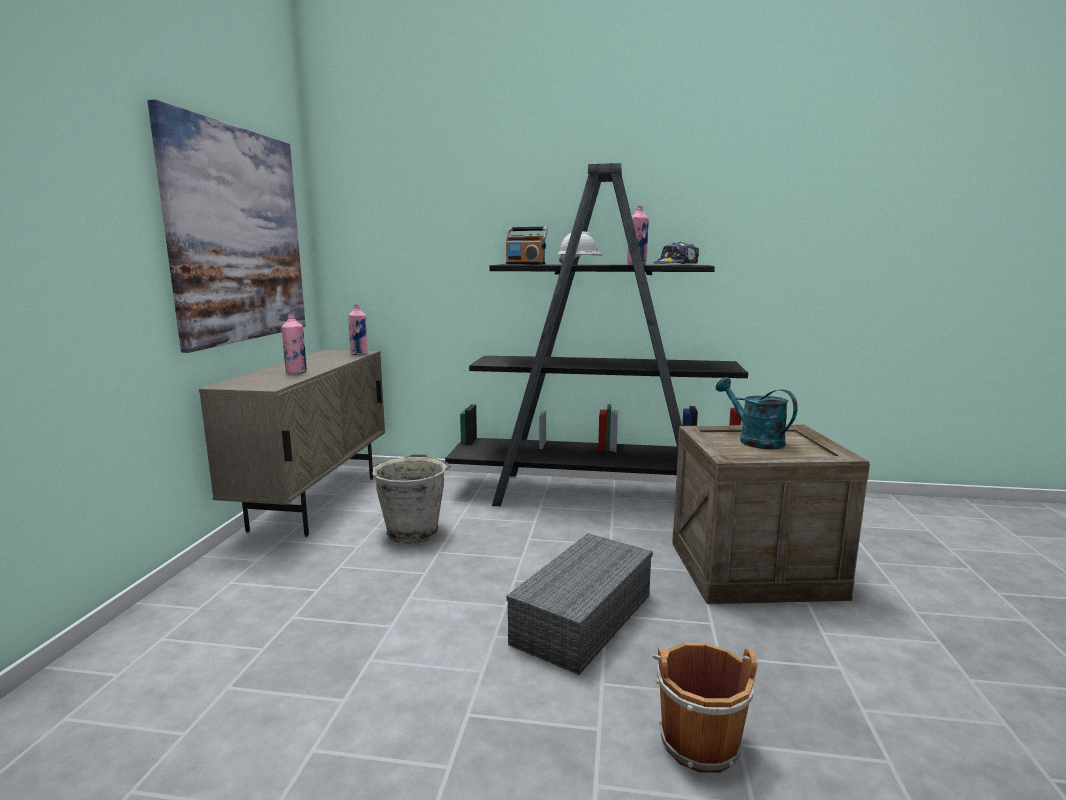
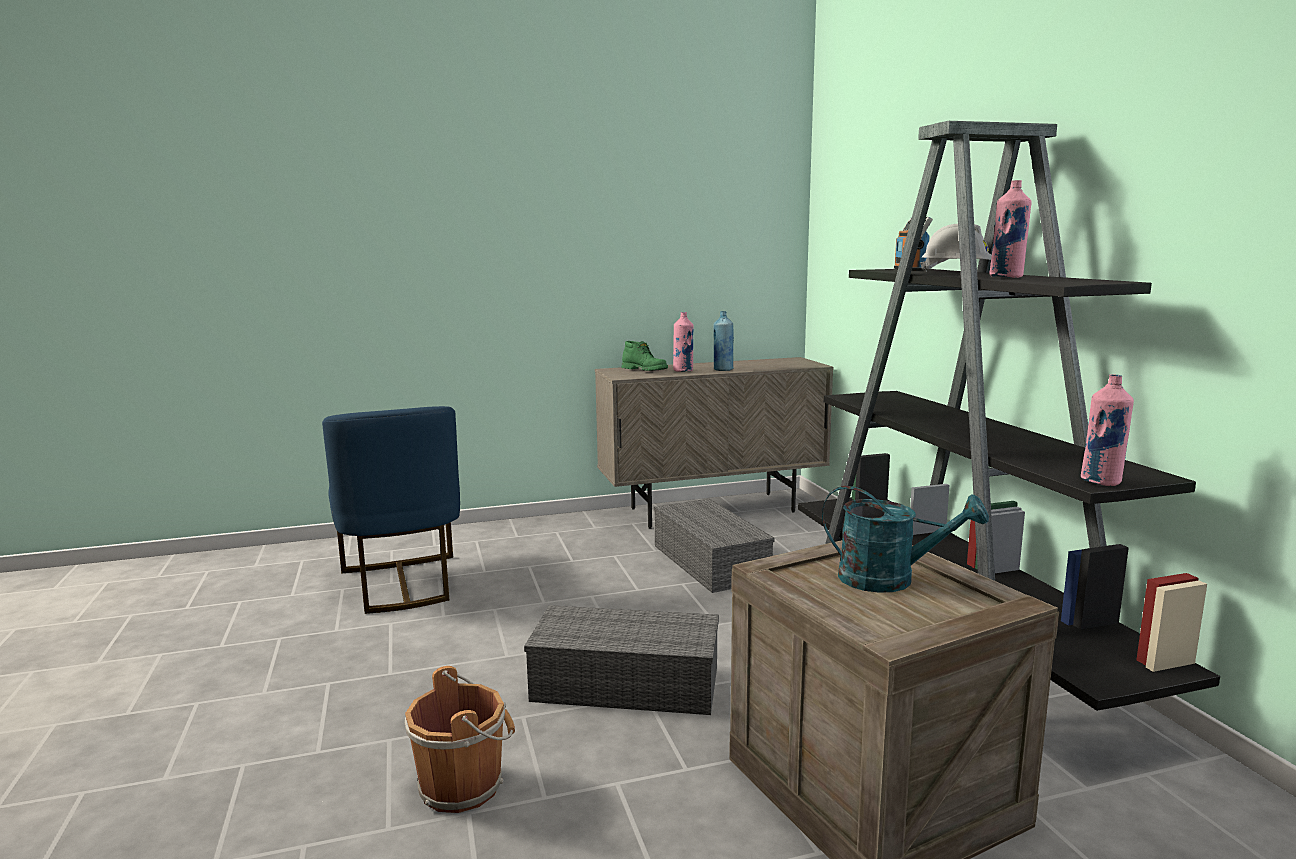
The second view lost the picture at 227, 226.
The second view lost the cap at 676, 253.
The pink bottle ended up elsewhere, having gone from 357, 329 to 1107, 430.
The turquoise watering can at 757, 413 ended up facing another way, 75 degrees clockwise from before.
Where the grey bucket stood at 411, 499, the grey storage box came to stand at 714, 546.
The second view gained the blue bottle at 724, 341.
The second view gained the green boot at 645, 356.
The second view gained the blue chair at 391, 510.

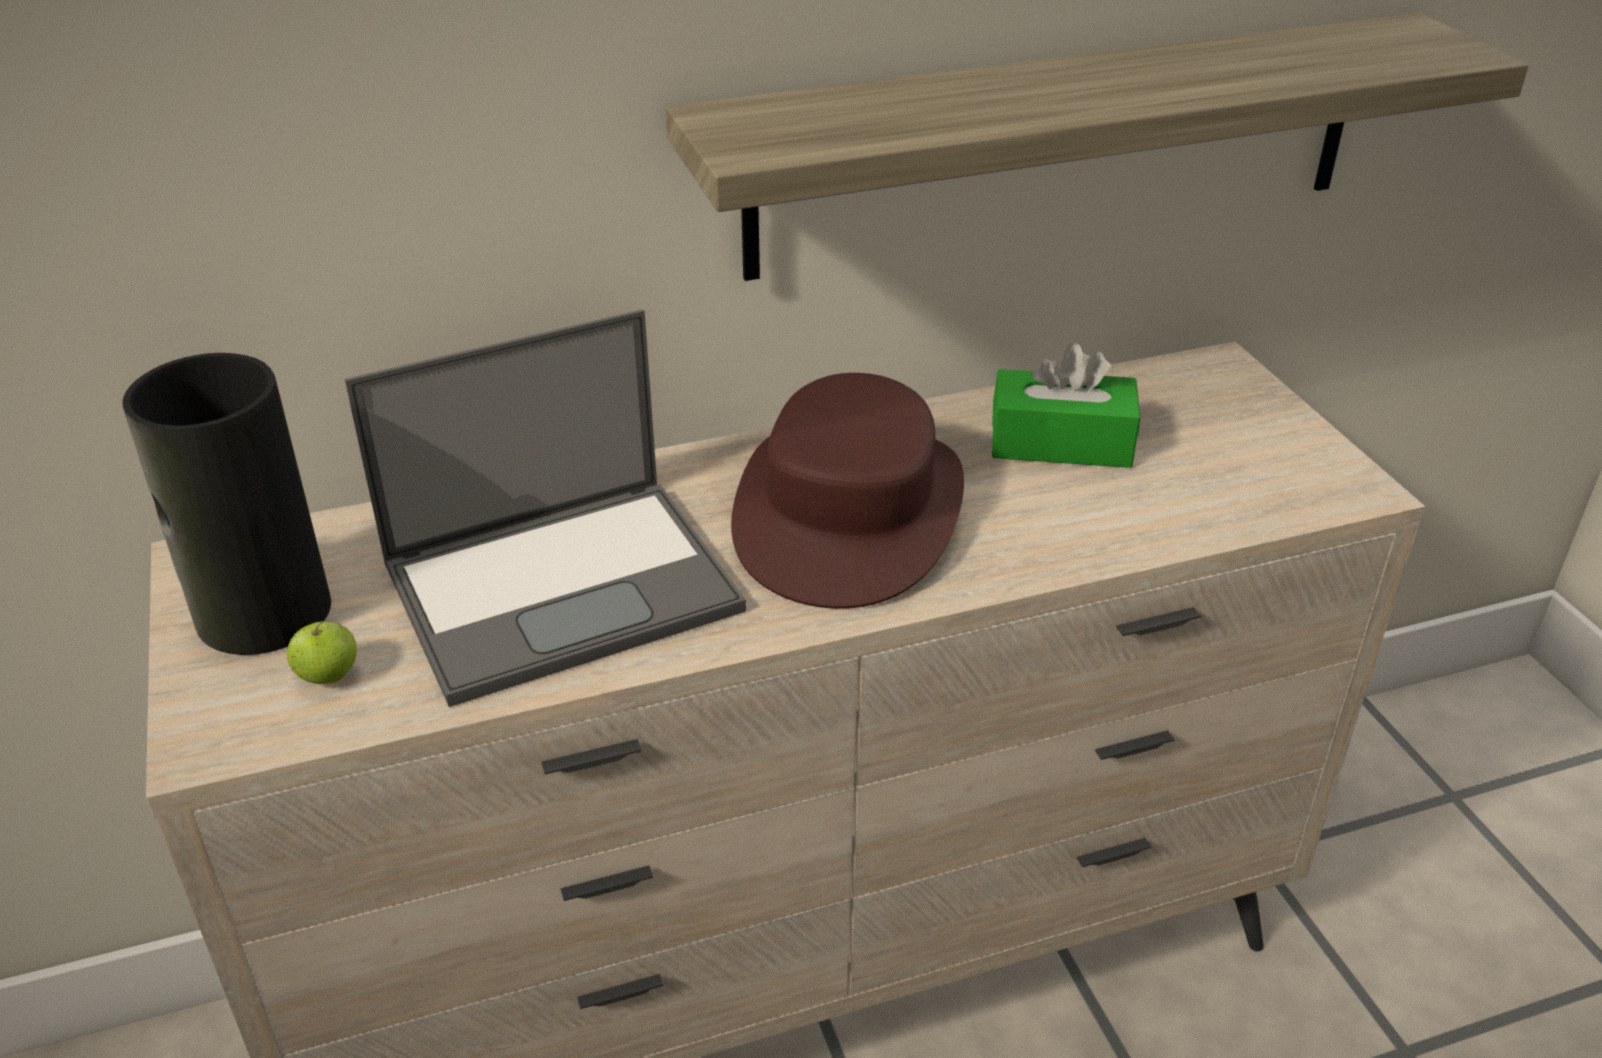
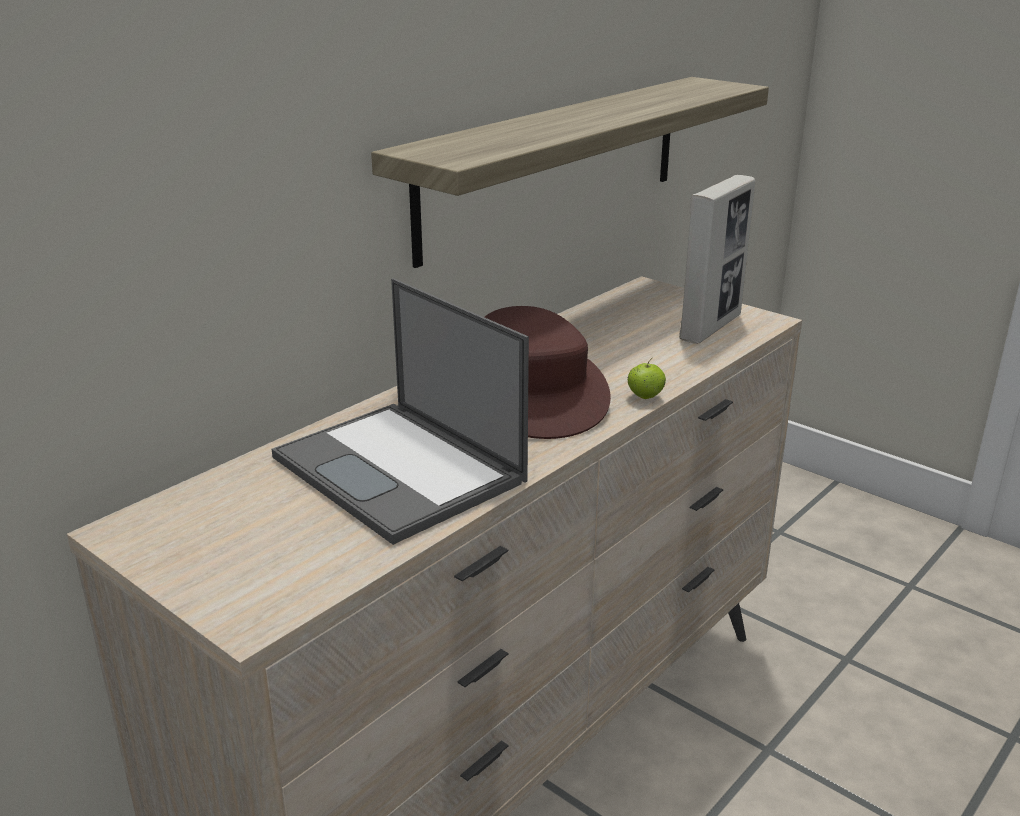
The laptop at 545, 508 ended up facing another way, 105 degrees clockwise from before.
The second view lost the green tissue box at 1066, 405.
The second view lost the vase at 226, 504.
The apple ended up elsewhere, having gone from 322, 652 to 646, 378.
The second view gained the picture frame at 717, 259.

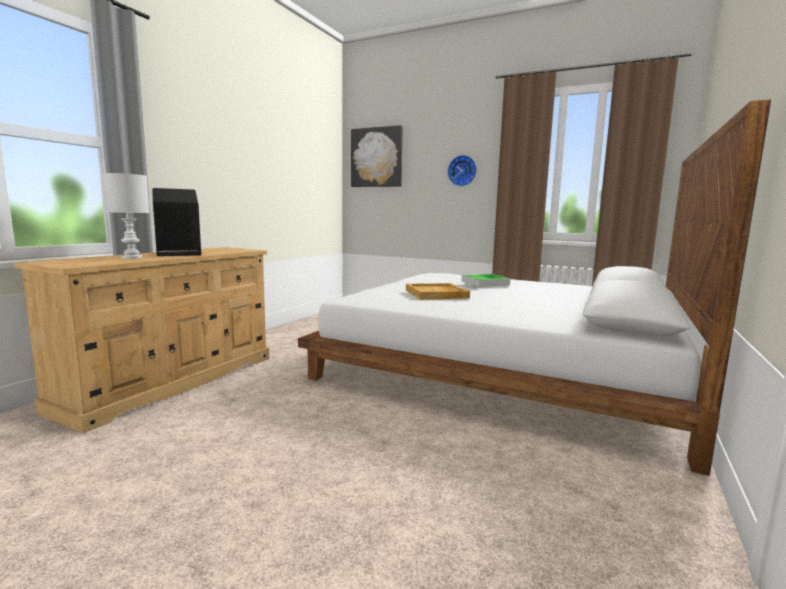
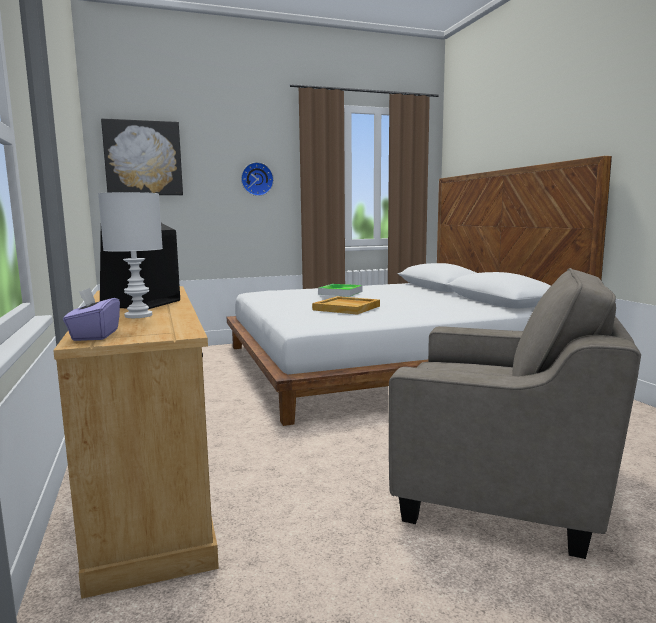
The second view gained the grey armchair at 515, 413.
The second view gained the purple tissue box at 91, 314.

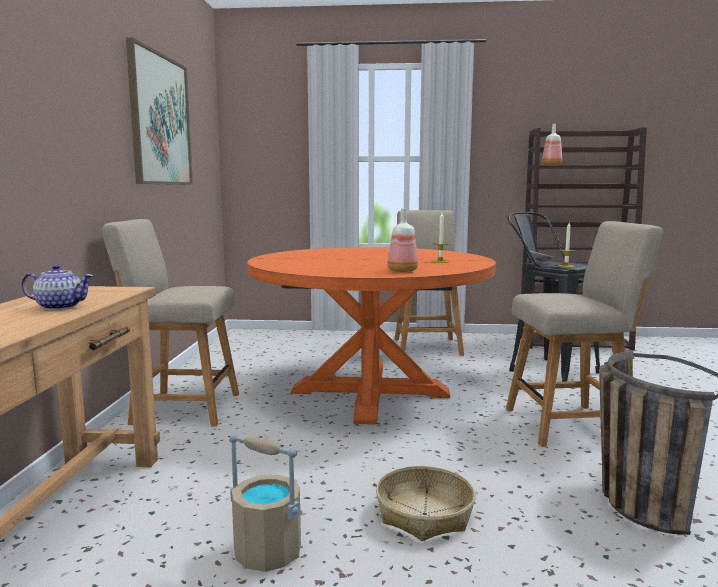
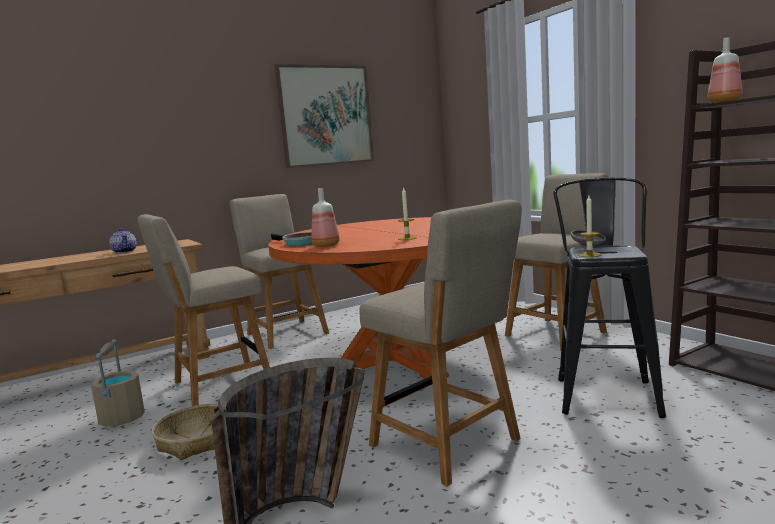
The second view gained the beige chair at 204, 310.
The second view gained the frying pan at 291, 239.

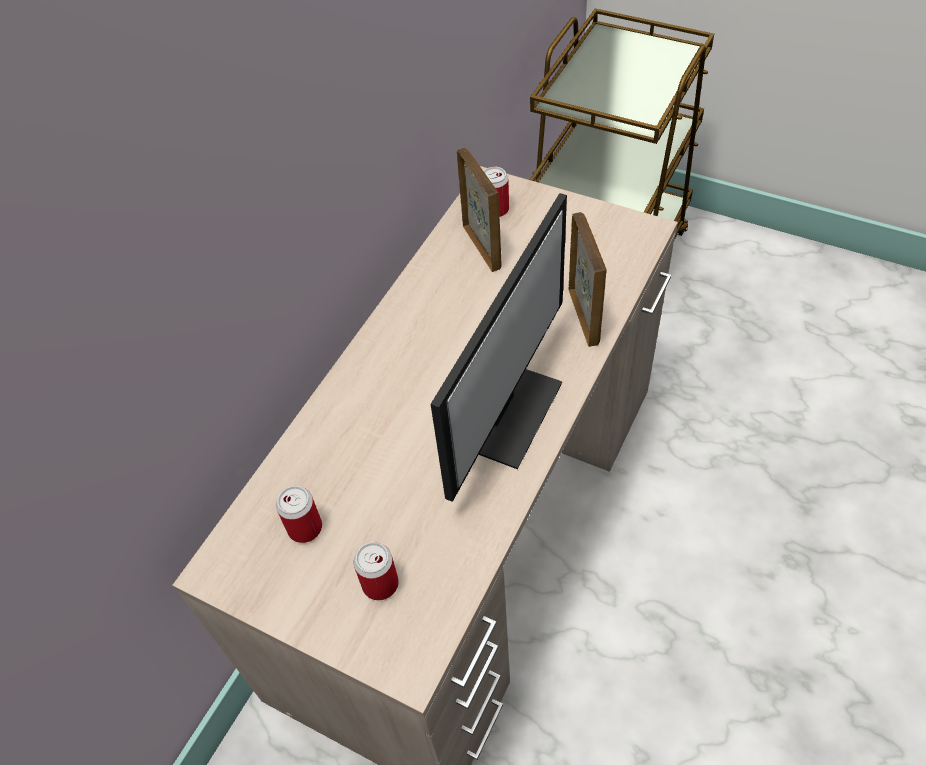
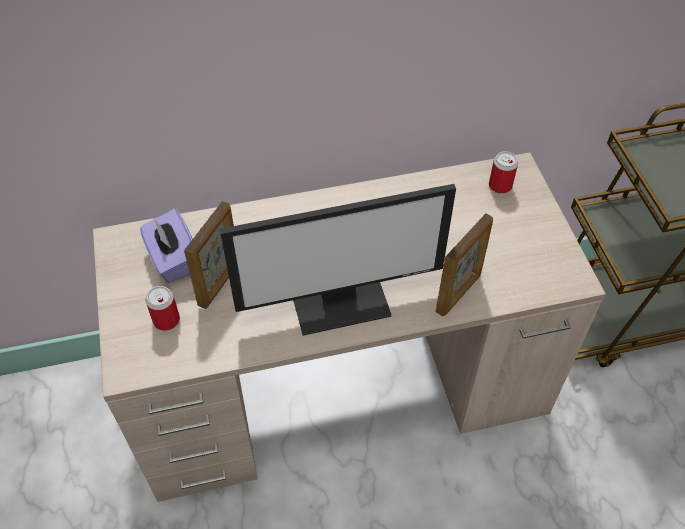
The picture frame ended up elsewhere, having gone from 479, 209 to 209, 255.
Where the can stood at 299, 514, the purple tissue box came to stand at 166, 245.

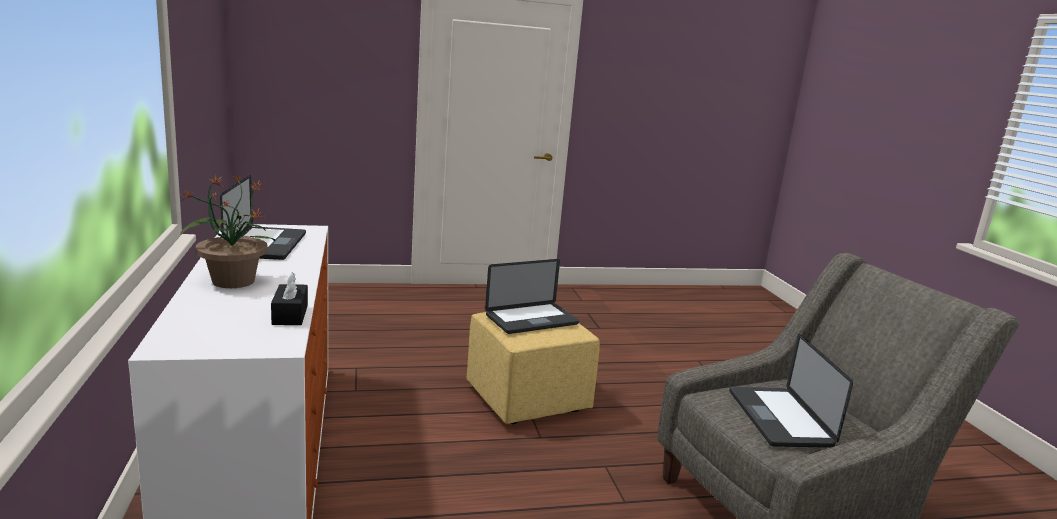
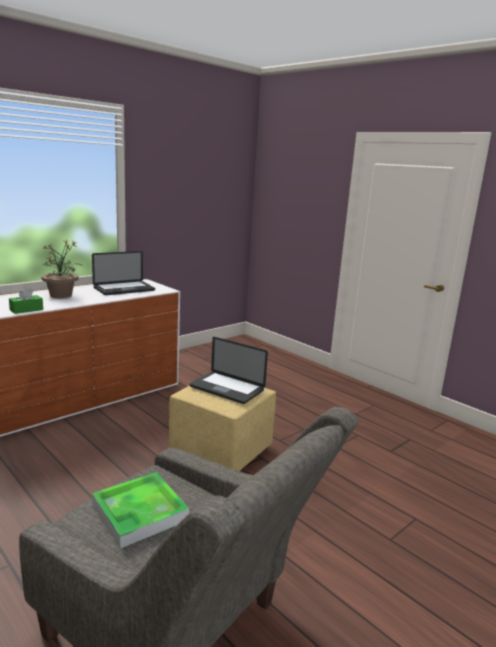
What was the black tissue box at 289, 298 turned into the green tissue box at 26, 300.
Where the laptop stood at 791, 391, the tray came to stand at 140, 510.

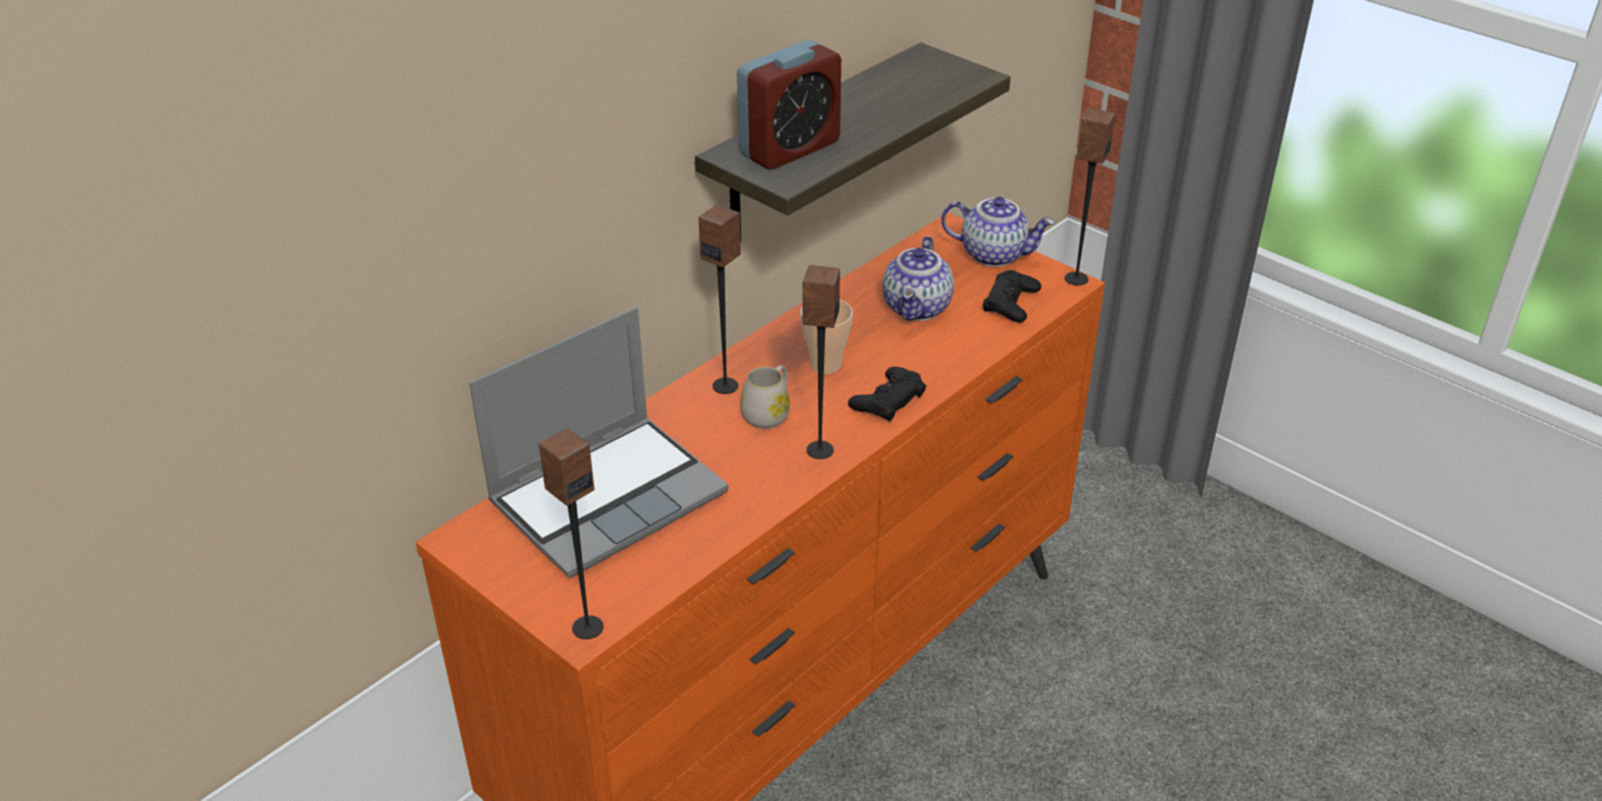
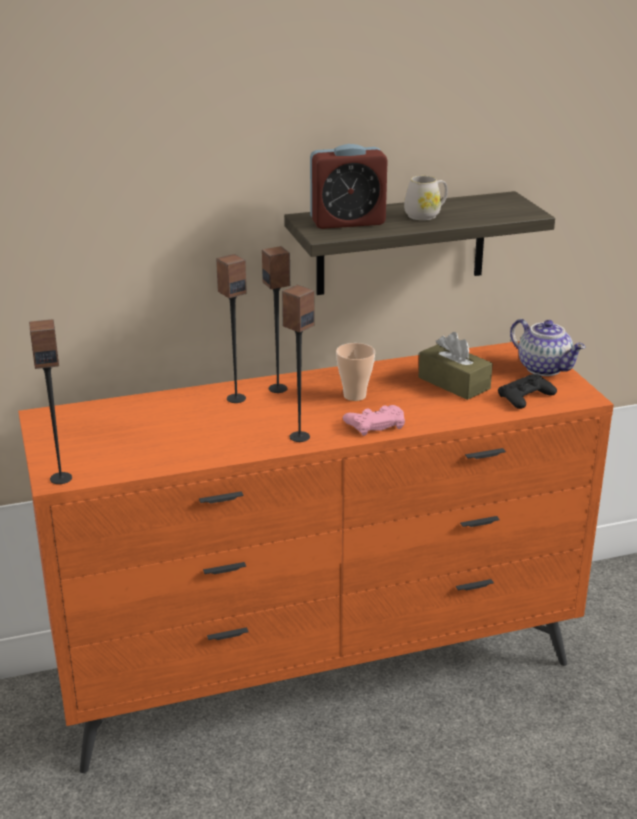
The speaker ended up elsewhere, having gone from 1090, 197 to 231, 328.
Where the teapot stood at 918, 278, the brown tissue box came to stand at 455, 366.
The second view lost the laptop at 599, 442.
The white mug ended up elsewhere, having gone from 765, 397 to 426, 198.
What was the black game controller at 887, 394 turned into the pink game controller at 374, 420.

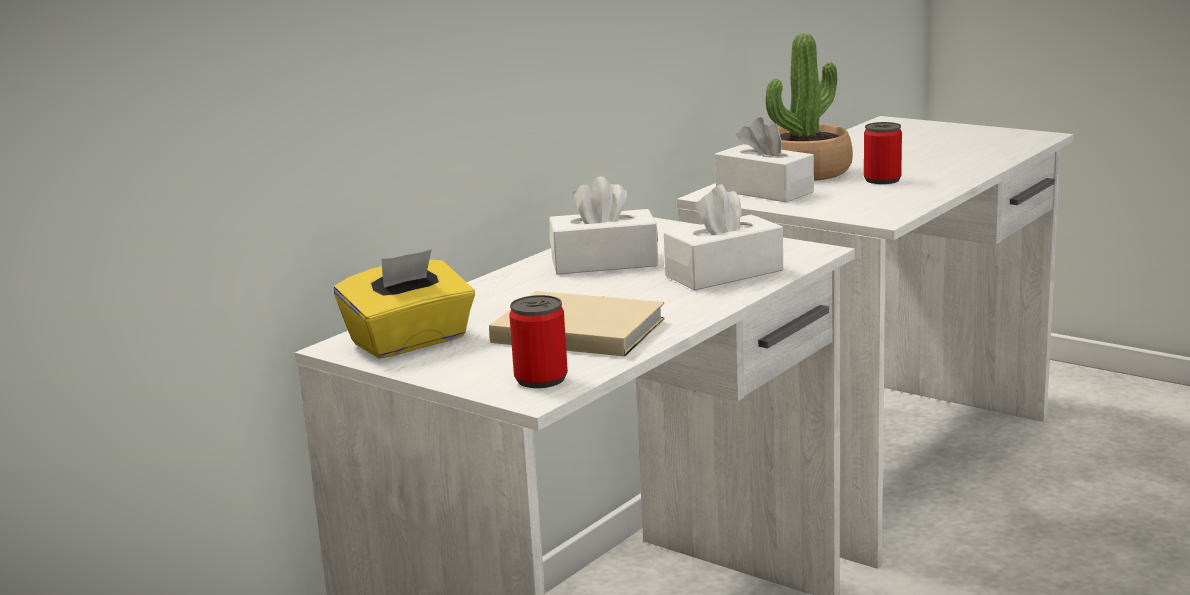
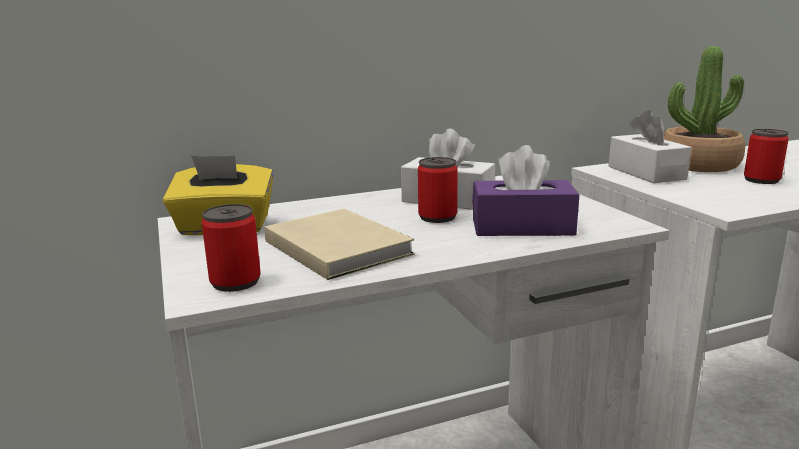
What was the white tissue box at 723, 237 turned into the purple tissue box at 525, 190.
The second view gained the can at 438, 190.

